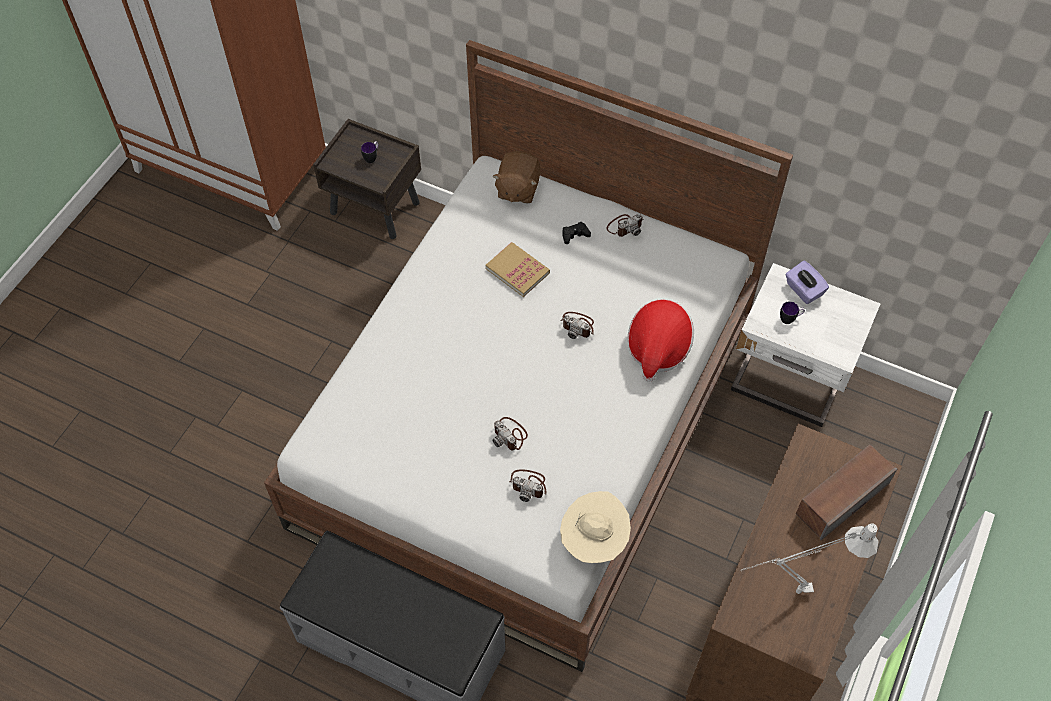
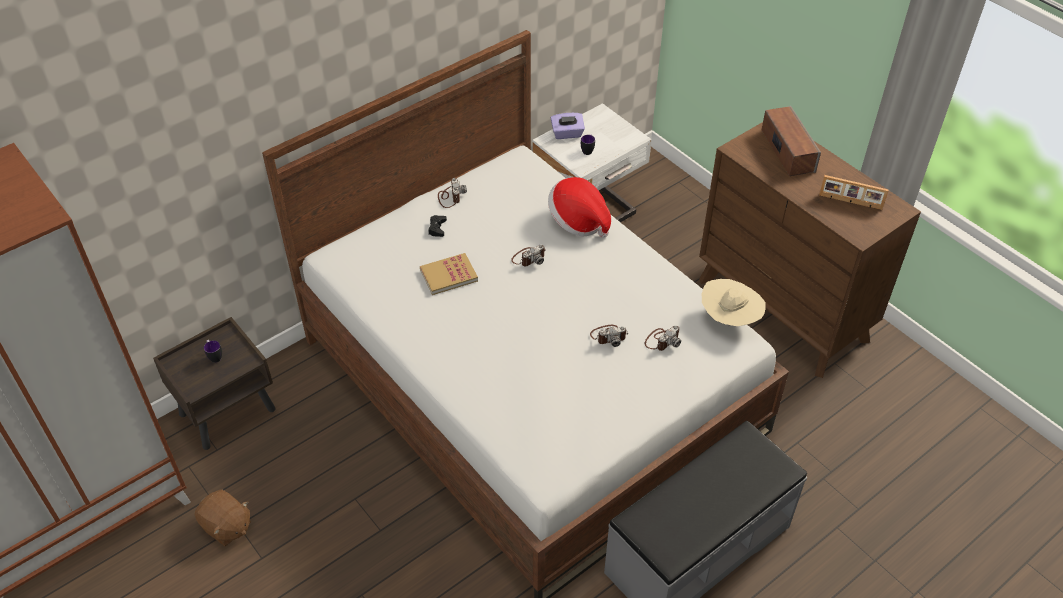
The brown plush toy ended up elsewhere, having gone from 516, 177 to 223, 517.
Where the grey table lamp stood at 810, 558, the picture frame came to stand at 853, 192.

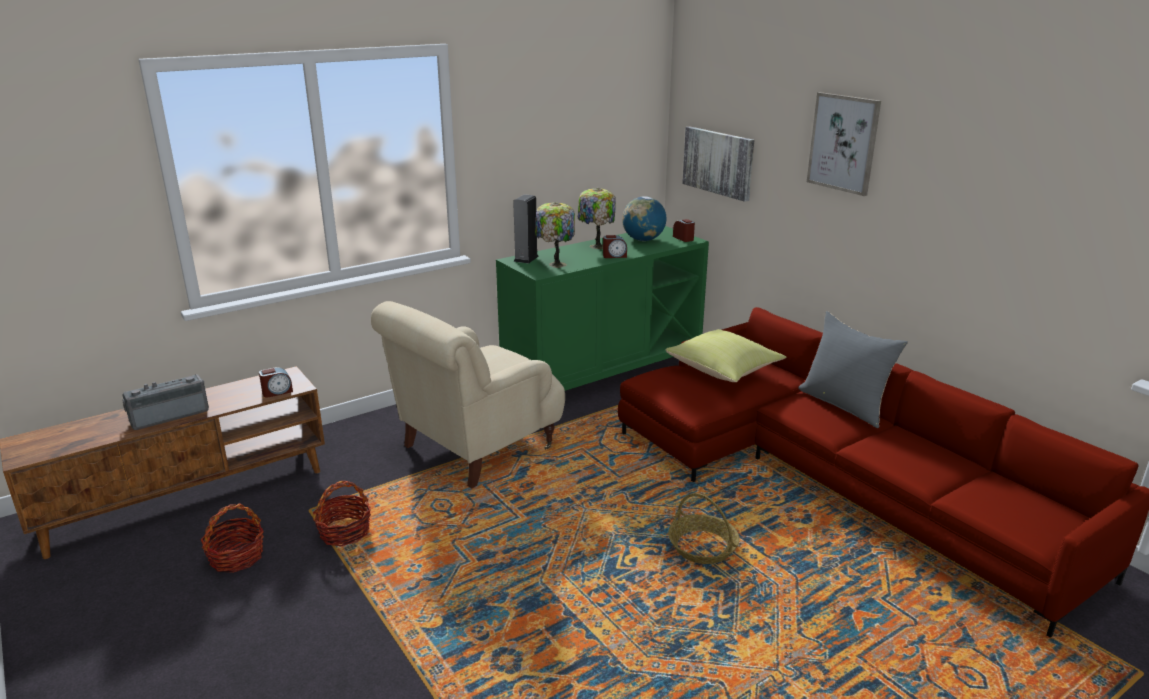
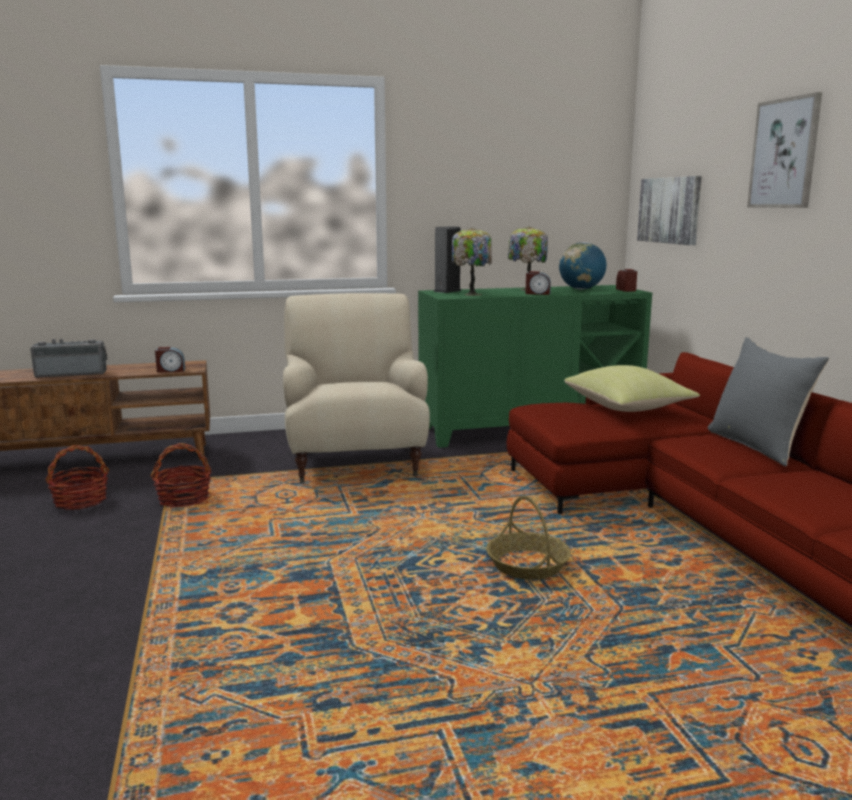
The beige armchair at 468, 394 ended up facing another way, 105 degrees clockwise from before.

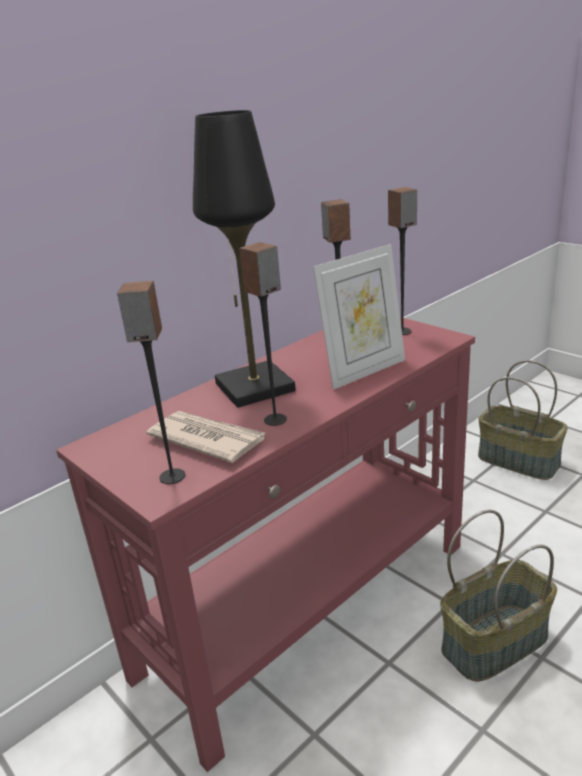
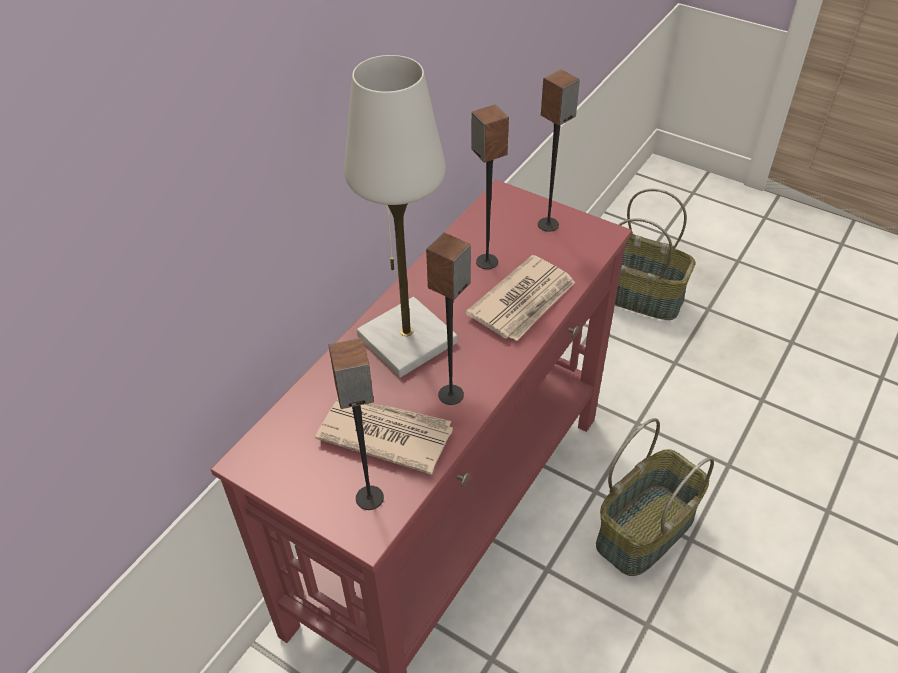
What was the black table lamp at 244, 259 turned into the white table lamp at 400, 216.
Where the picture frame stood at 359, 317, the newspaper came to stand at 520, 298.

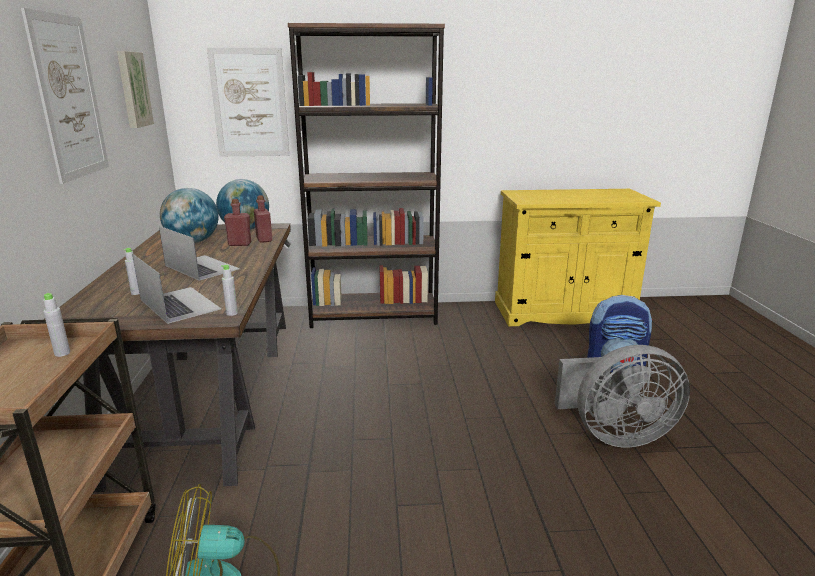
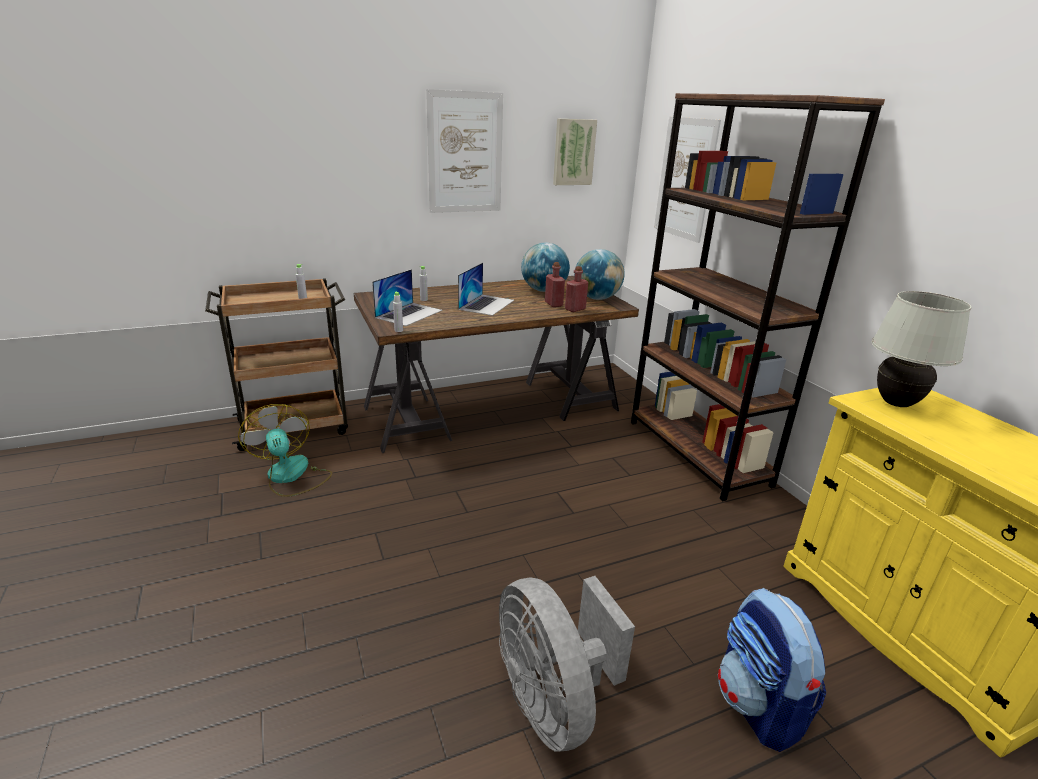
The second view gained the white table lamp at 921, 349.

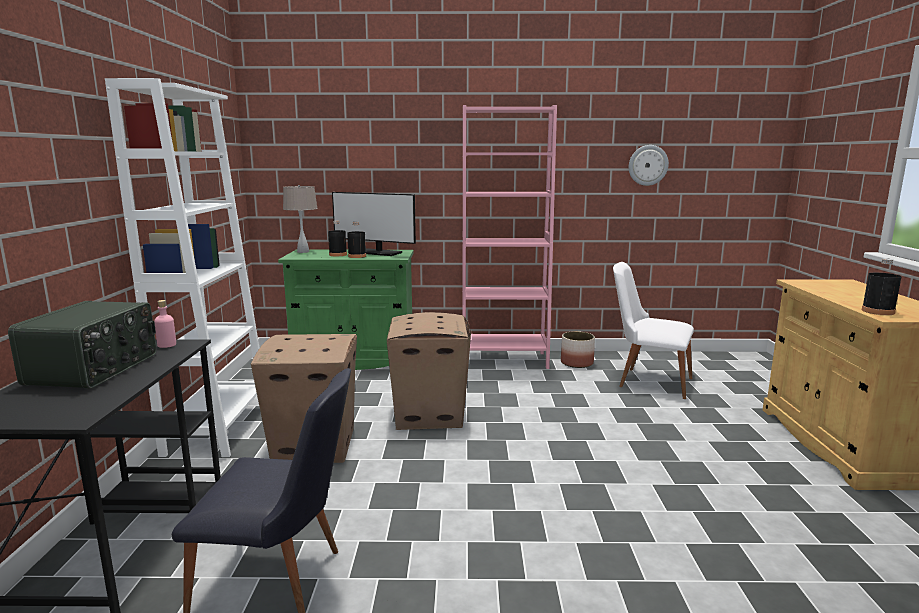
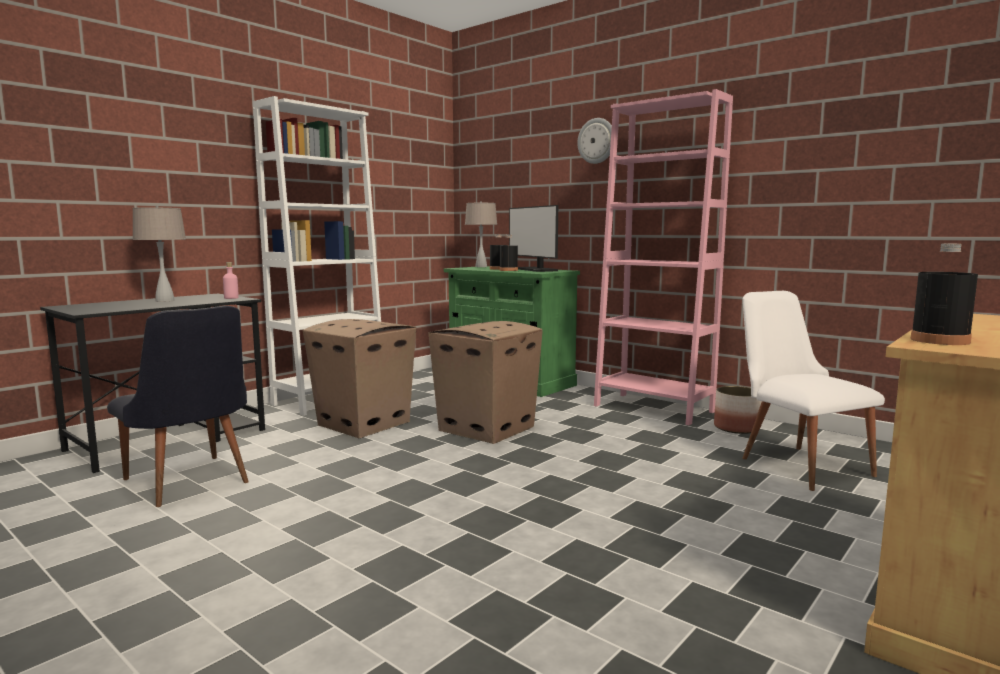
The wall clock ended up elsewhere, having gone from 649, 165 to 594, 141.
Where the radio stood at 82, 344, the beige table lamp came to stand at 159, 254.

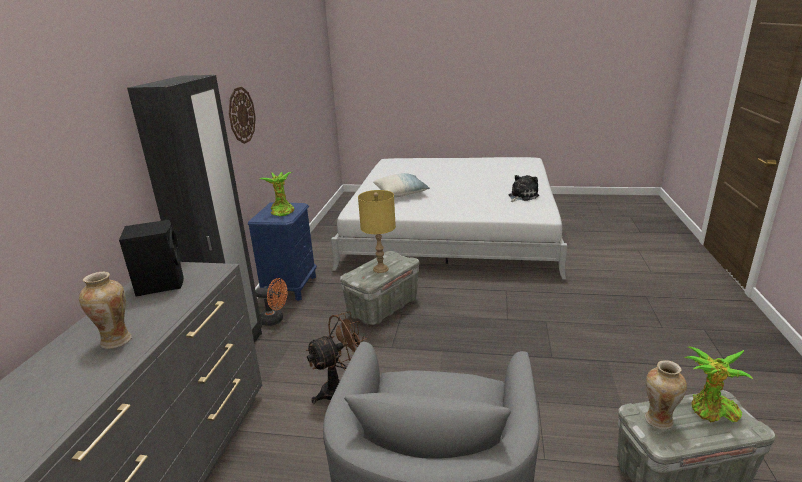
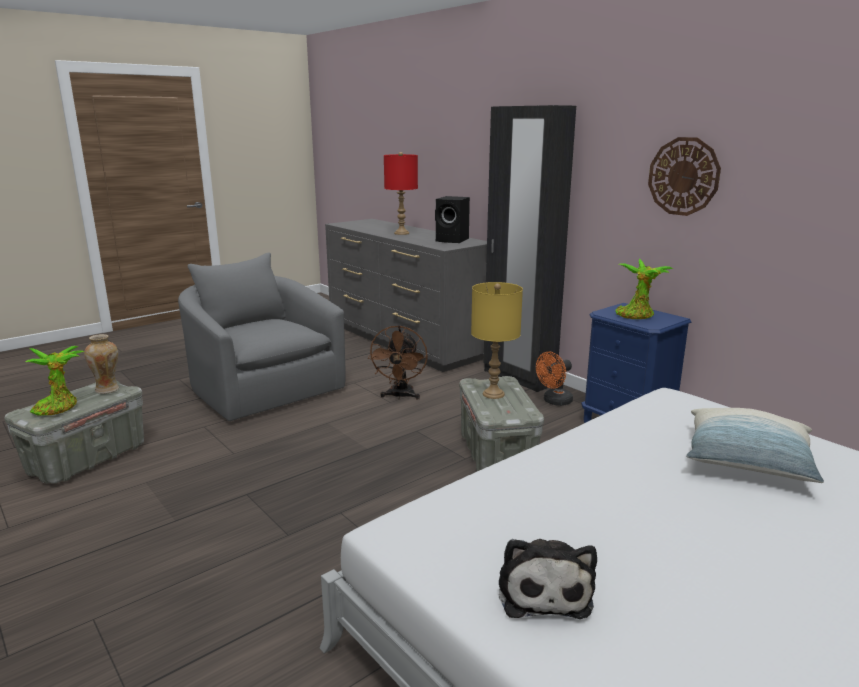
Where the vase stood at 105, 310, the red table lamp came to stand at 401, 193.

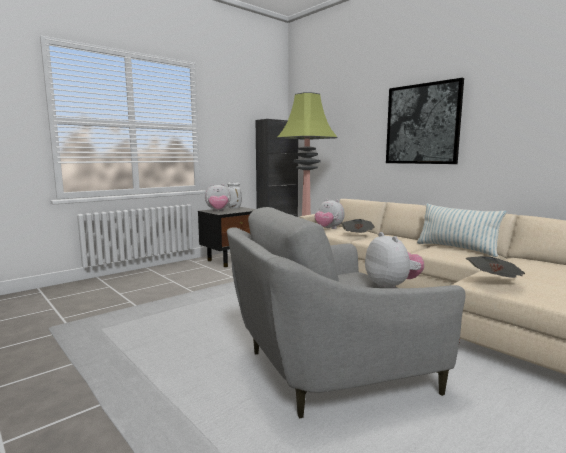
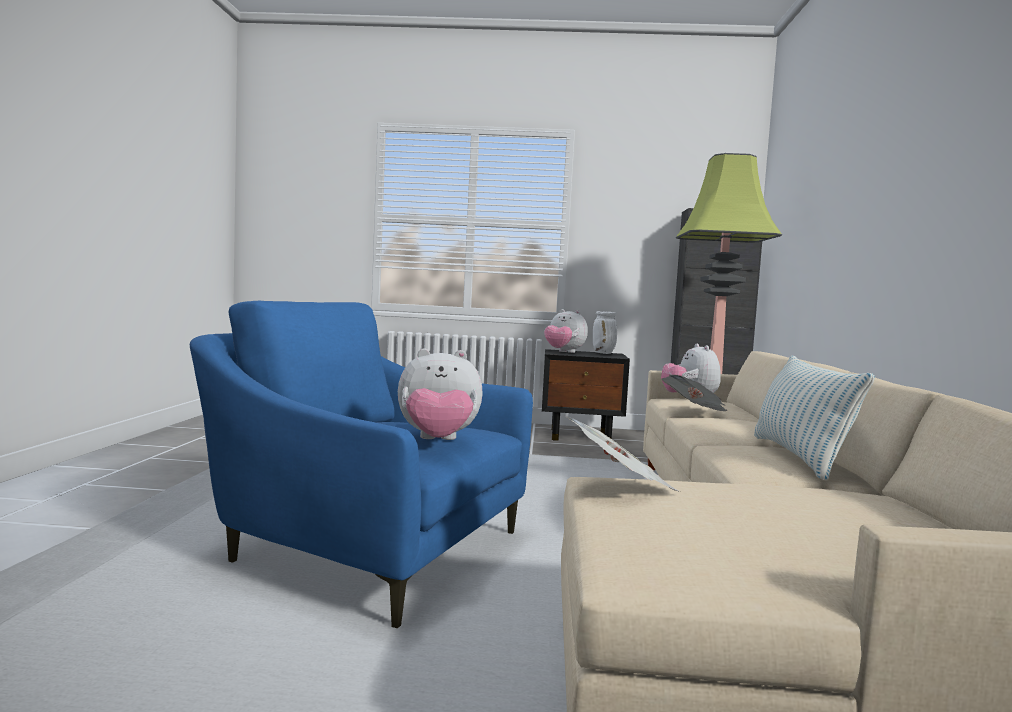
The second view lost the picture at 425, 121.
What was the grey armchair at 346, 312 turned into the blue armchair at 361, 464.
The plush toy at 394, 260 ended up facing another way, 60 degrees clockwise from before.

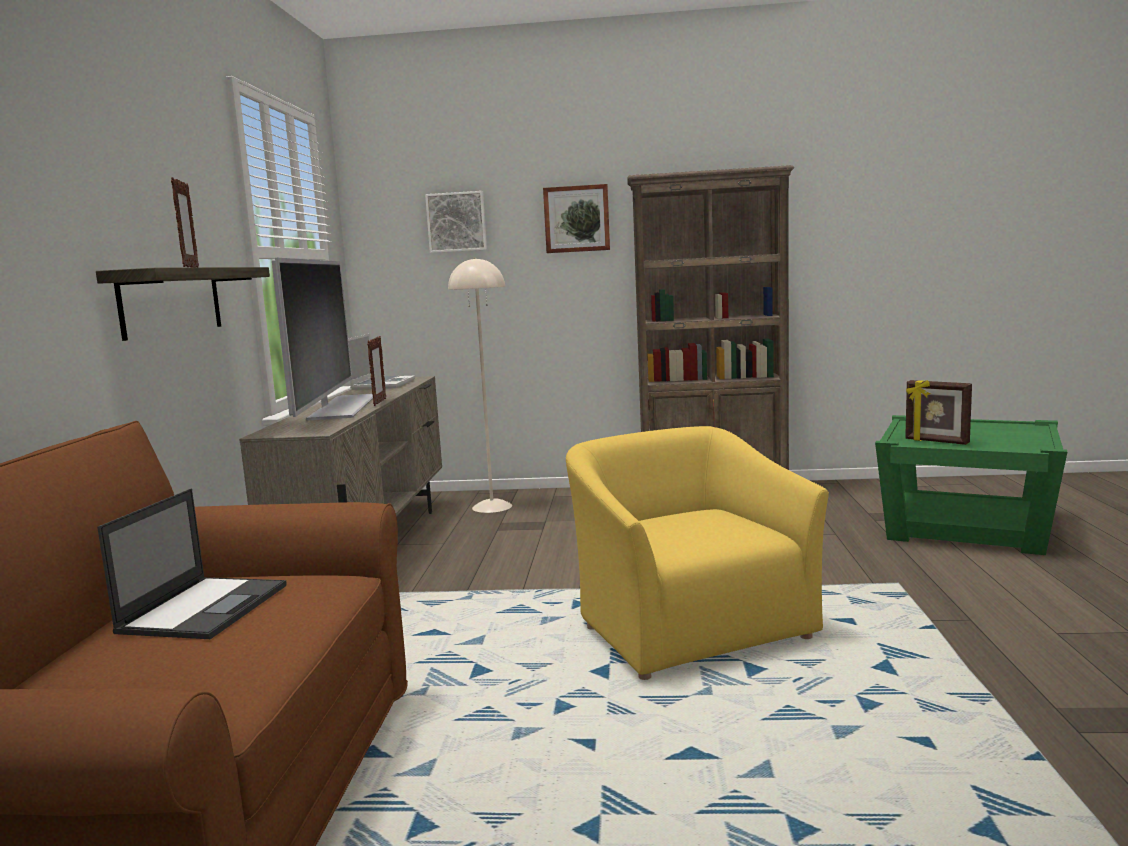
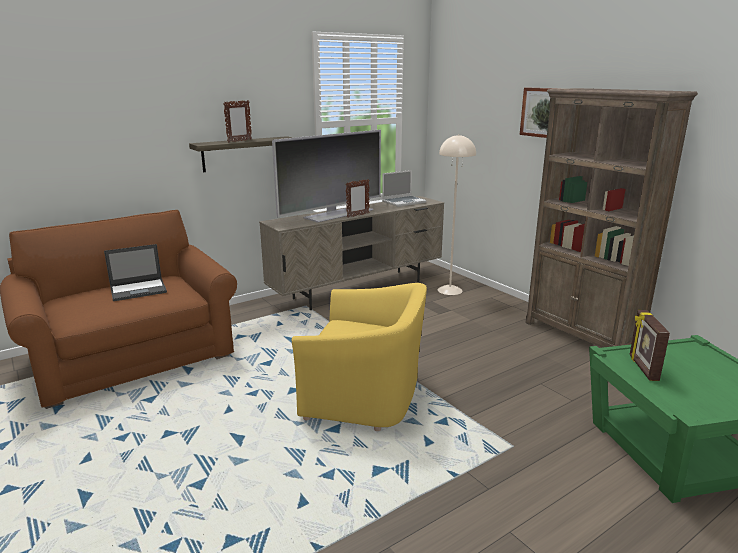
The second view lost the picture at 456, 222.
The yellow armchair at 697, 553 ended up facing another way, 75 degrees clockwise from before.

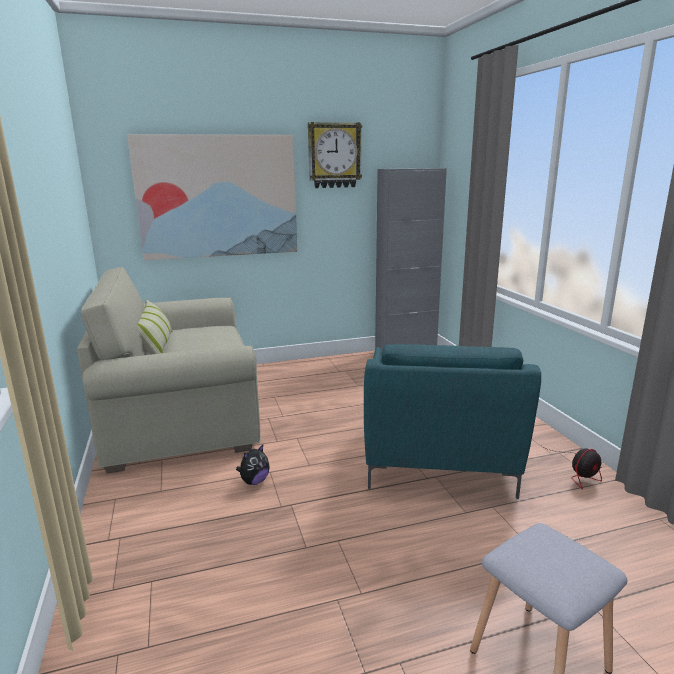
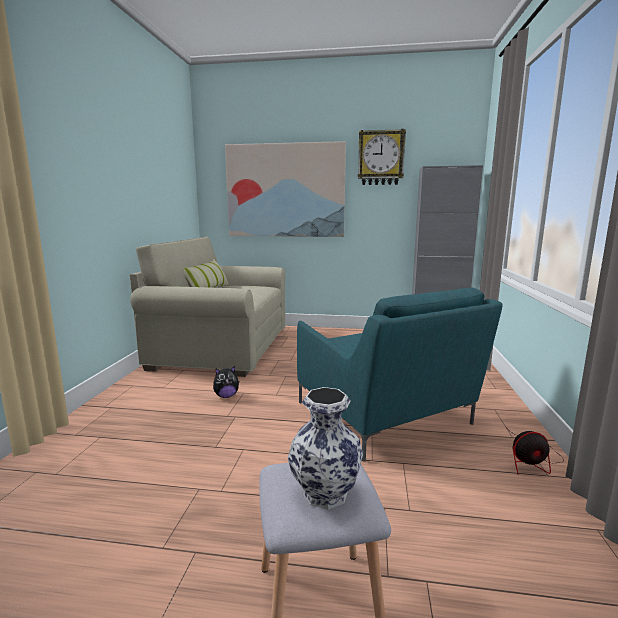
The turquoise armchair at 452, 421 ended up facing another way, 60 degrees counterclockwise from before.
The second view gained the vase at 325, 448.

